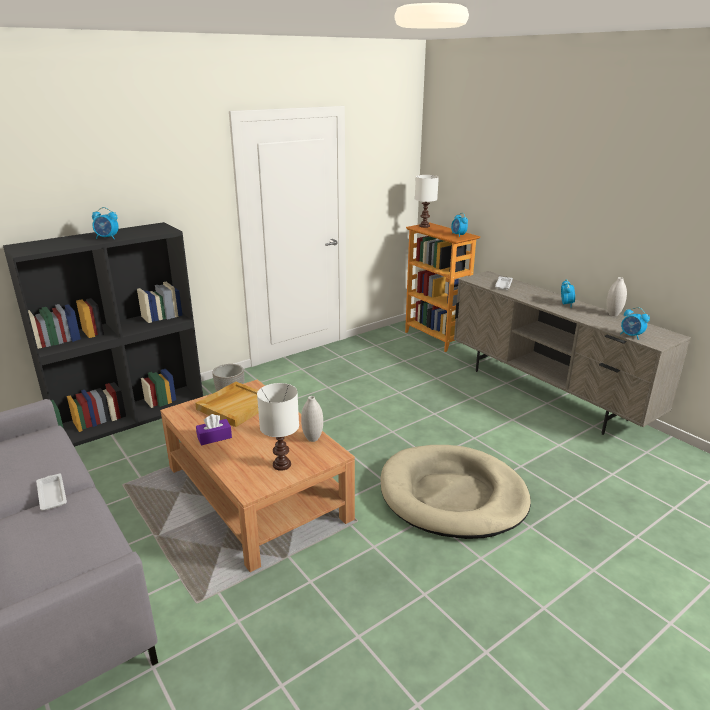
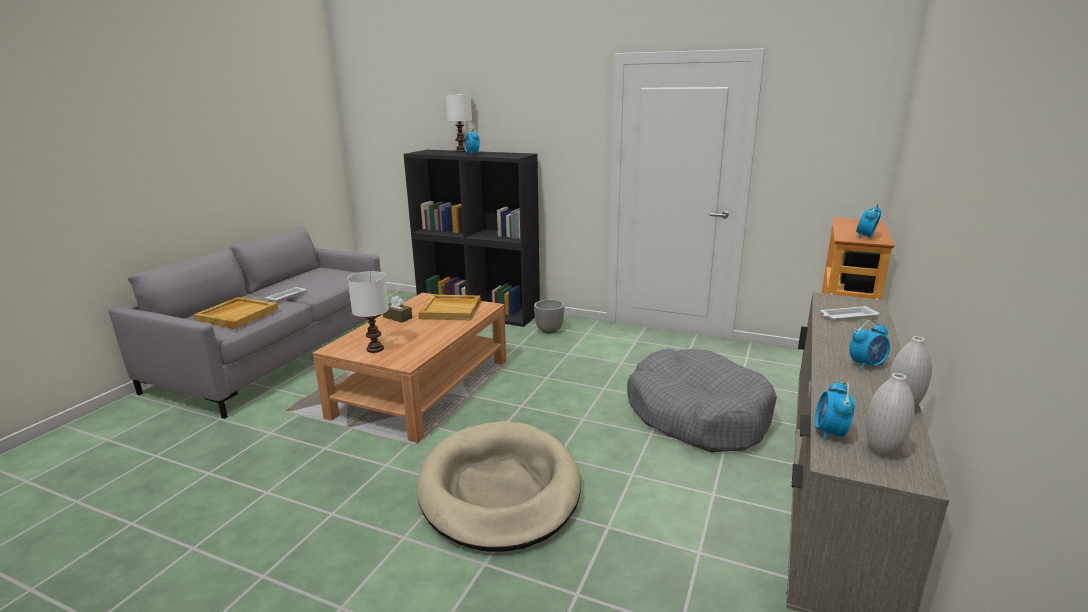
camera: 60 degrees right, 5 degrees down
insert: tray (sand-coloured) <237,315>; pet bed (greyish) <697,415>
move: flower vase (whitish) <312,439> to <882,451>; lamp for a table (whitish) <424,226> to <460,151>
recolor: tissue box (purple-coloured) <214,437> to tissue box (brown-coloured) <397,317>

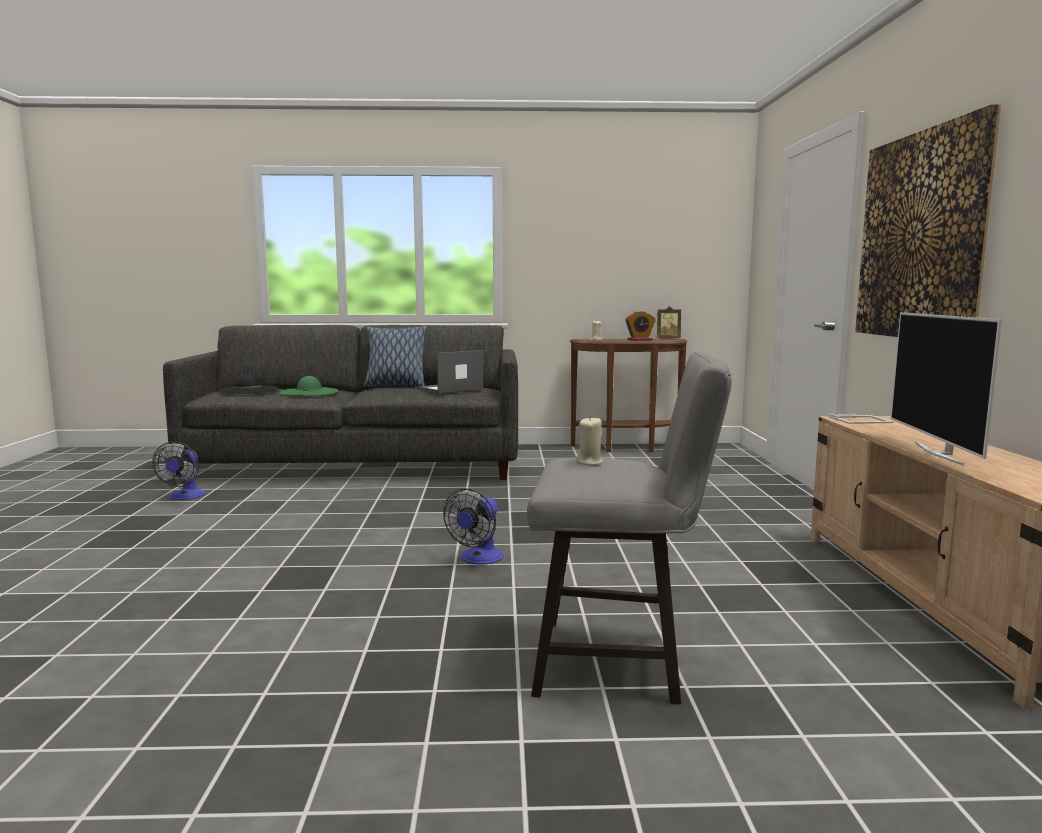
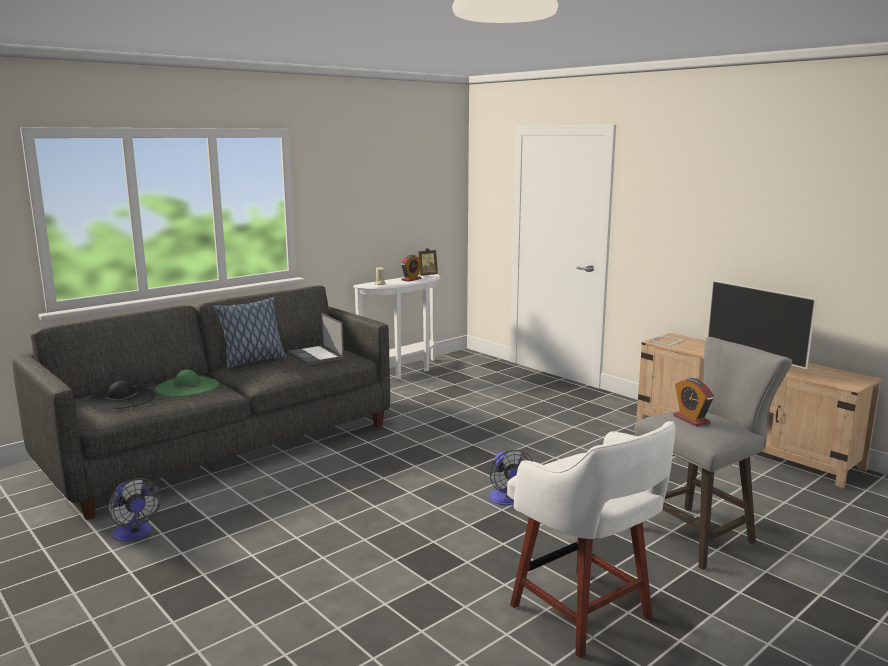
camera: 40 degrees left, 5 degrees up
delete: picture <920,236>
insert: stool seat (whitish) <584,614>
replace: wax candle (sand-coloured) <589,462> to alarm clock <691,419>
recolor: hall table (brown-coloured) <628,448> to hall table (whitish) <405,371>
rotate: laptop <449,389> = <316,356> 45 degrees counterclockwise

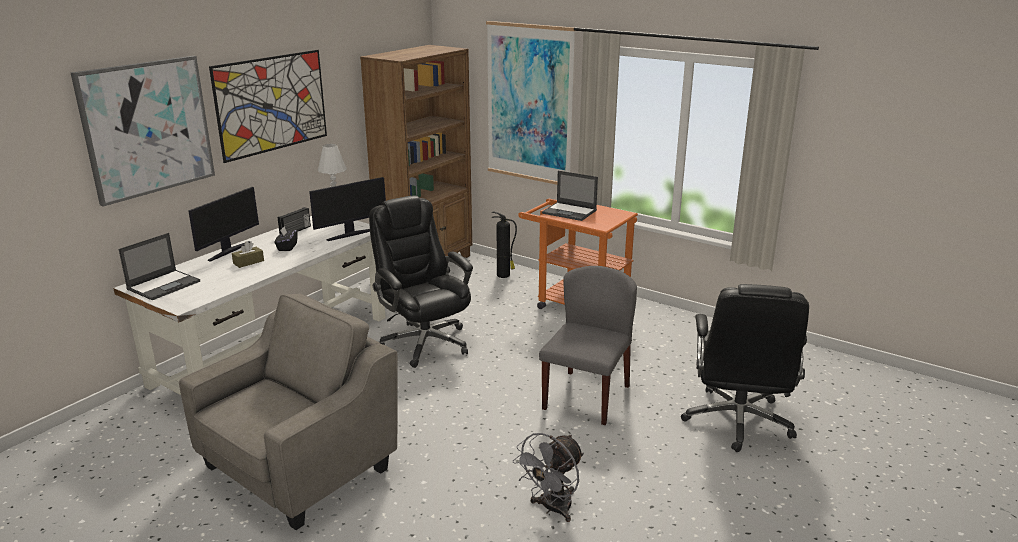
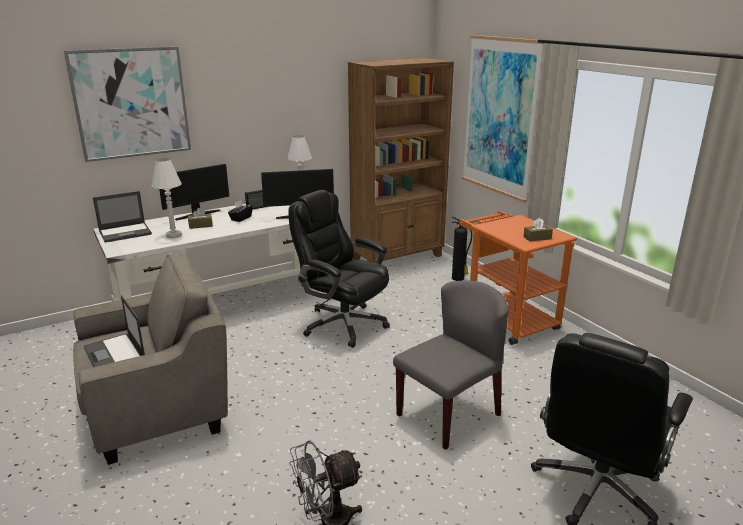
camera: 25 degrees right, 0 degrees up
delete: picture <272,104>
insert: lamp for a table (whitish) <173,235>; tissue box (brown-coloured) <537,238>
move: laptop <570,212> to <115,353>
rotate: computer chair (black) <424,342> = <342,324> 45 degrees counterclockwise

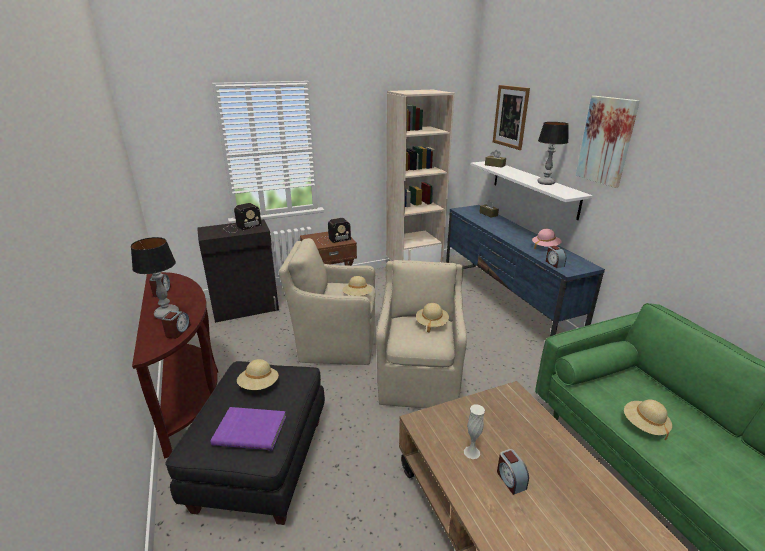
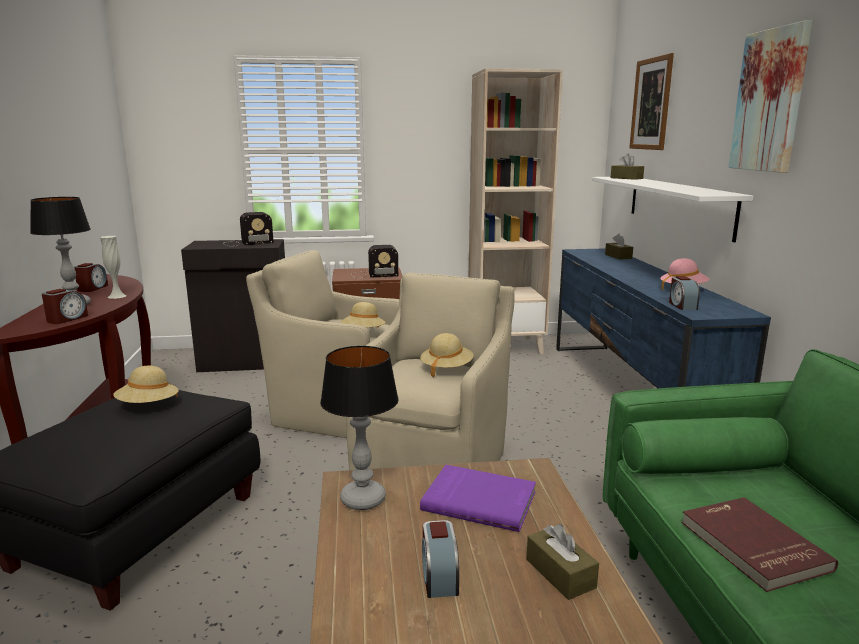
camera: 15 degrees right, 10 degrees down
insert: tissue box (brown-coloured) <560,573>
move: volume (purple-coloured) <250,429> to <479,500>; flower vase (whitish) <471,452> to <117,296>; lamp for a table <545,183> to <362,499>
replace: clothing hat (sand-coloured) <644,425> to volume (red) <752,546>

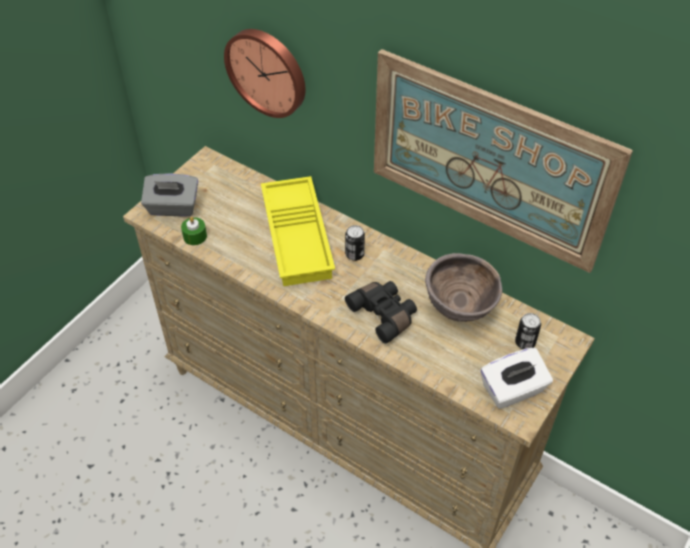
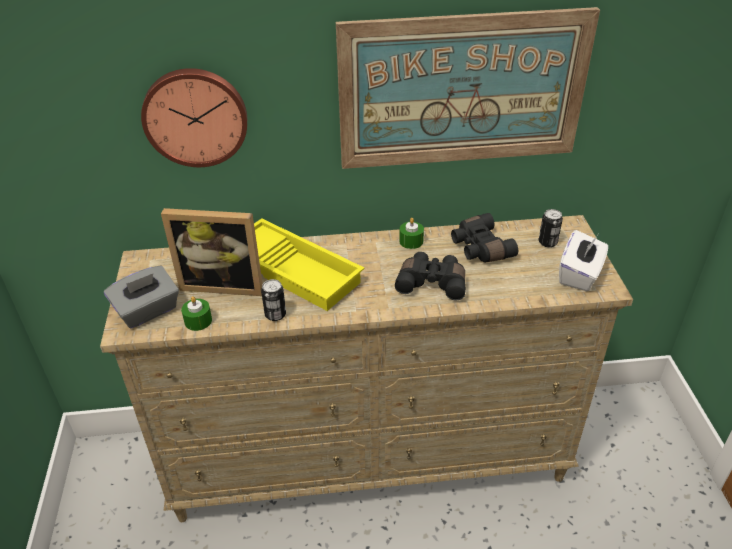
camera: 40 degrees left, 10 degrees down
insert: picture frame <224,283>; wax candle (green) <411,241>
move: sealed can <354,254> to <275,315>
replace: deep dish (brown-coloured) <459,309> to field glasses (black) <479,248>

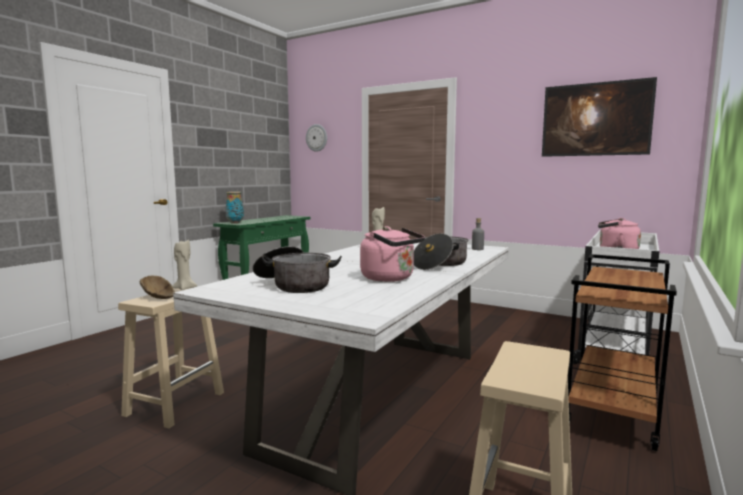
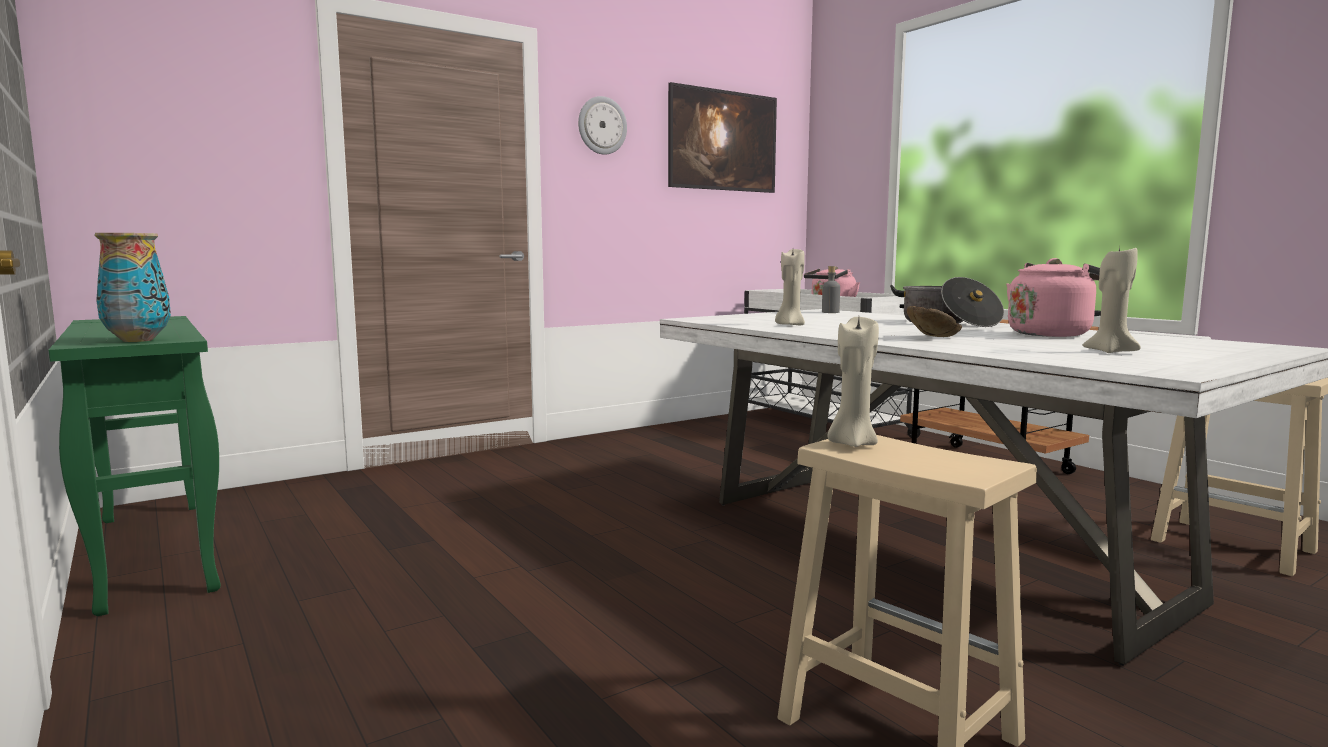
camera: 65 degrees left, 0 degrees up
move: deep dish (brown-coloured) <158,297> to <935,337>; wall clock <317,138> to <602,125>
replace: saucepot <294,285> to wax candle (sand-coloured) <1110,351>

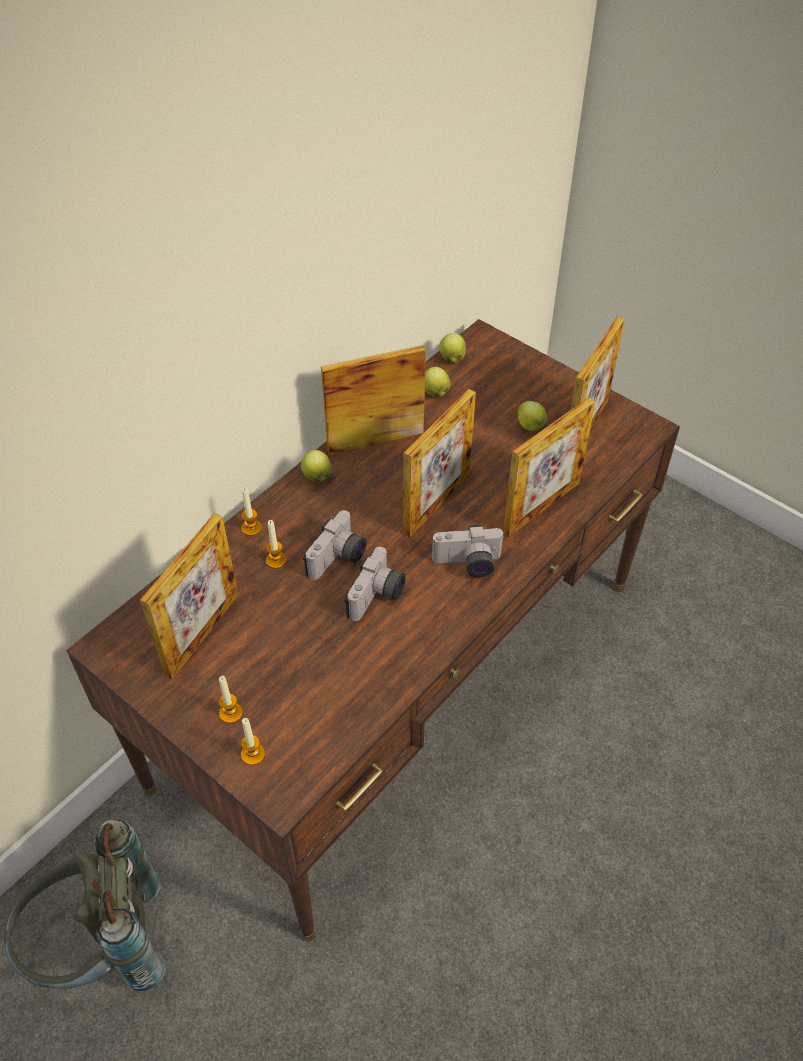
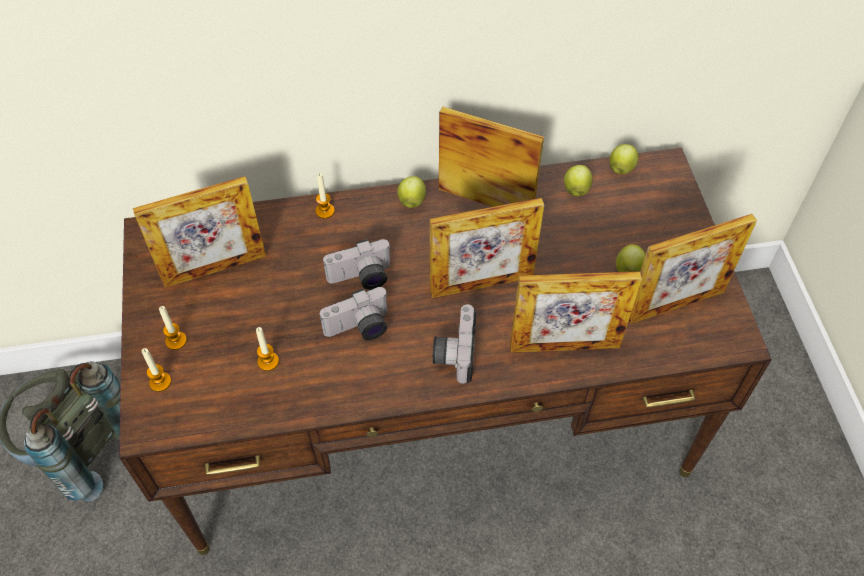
camera: 40 degrees right, 5 degrees up
move: wax candle <276,560> to <268,361>
rotate: photo camera <468,564> = <454,352> 60 degrees clockwise

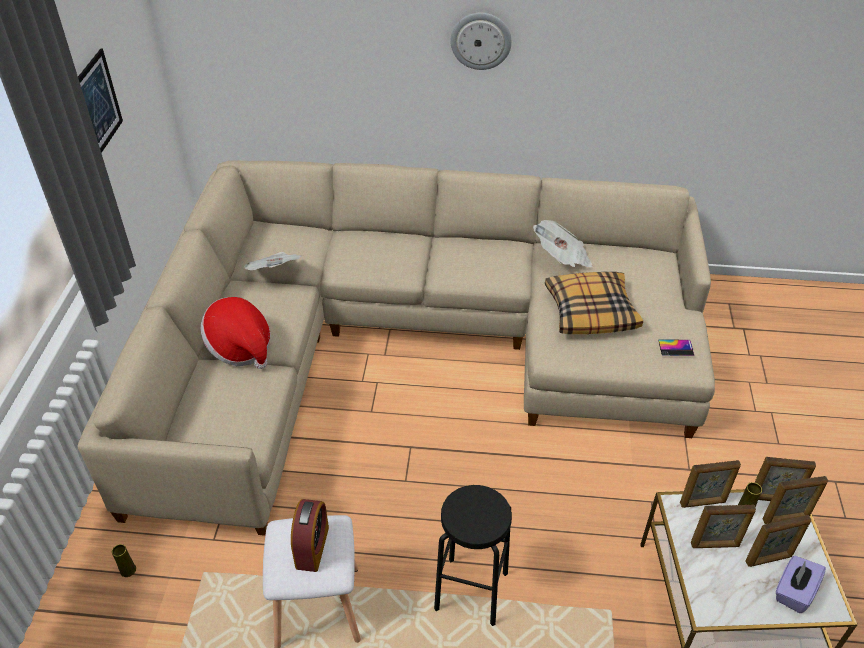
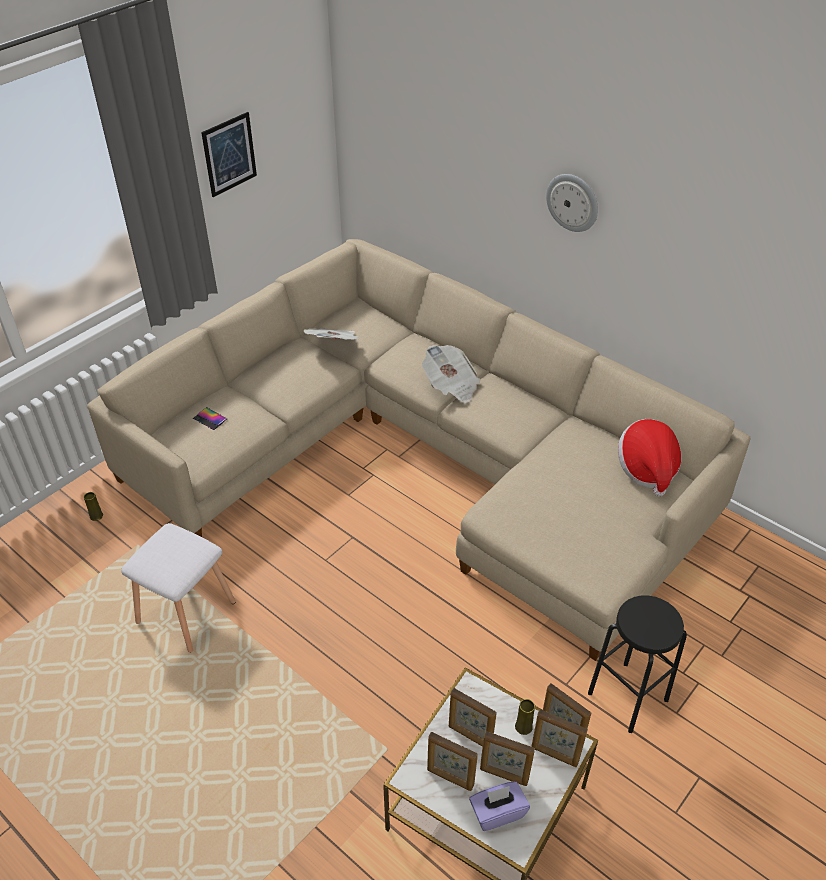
camera: 35 degrees right, 0 degrees up
delete: alarm clock <312,547>; pillow <590,311>
move: clothing hat <240,347> to <646,469>; stool seat (black) <471,591> to <628,697>; daily paper <562,258> to <451,385>; handset <676,348> to <210,419>; picture frame <703,503> to <450,778>

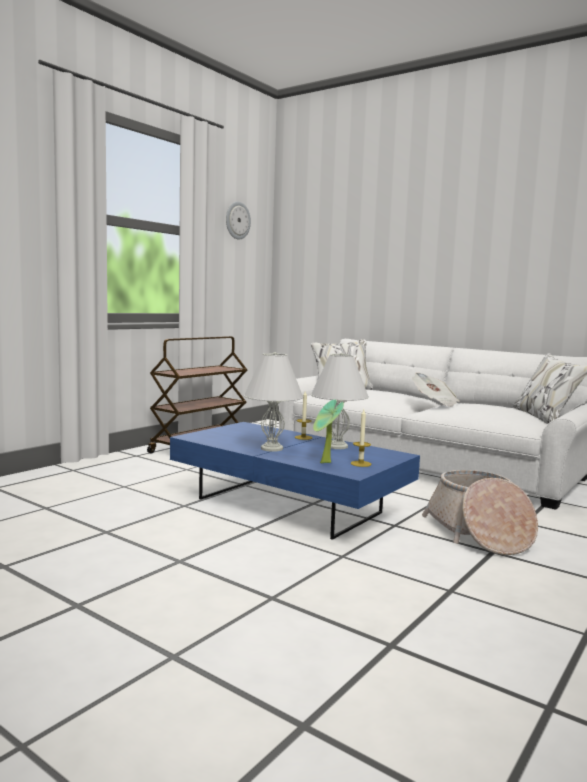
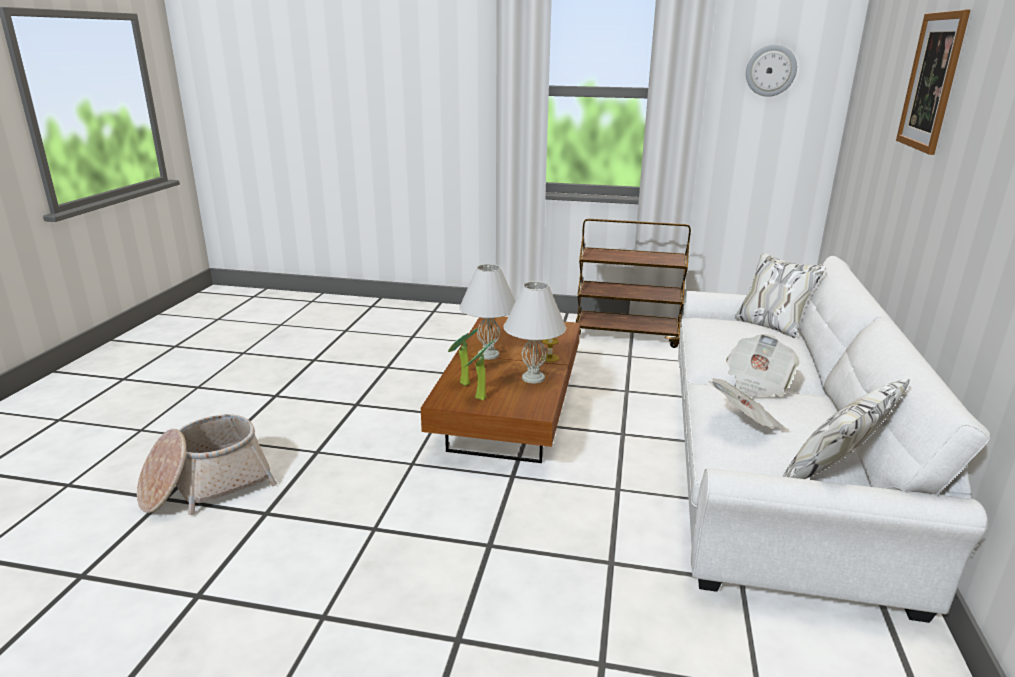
camera: 65 degrees right, 15 degrees up
insert: daily paper <745,423>; picture <931,82>
move: basket <479,533> to <206,485>
replace: wax candle <360,464> to potted plant <478,399>
recolor: lounge table (blue) <289,505> to lounge table (brown-coloured) <511,414>

